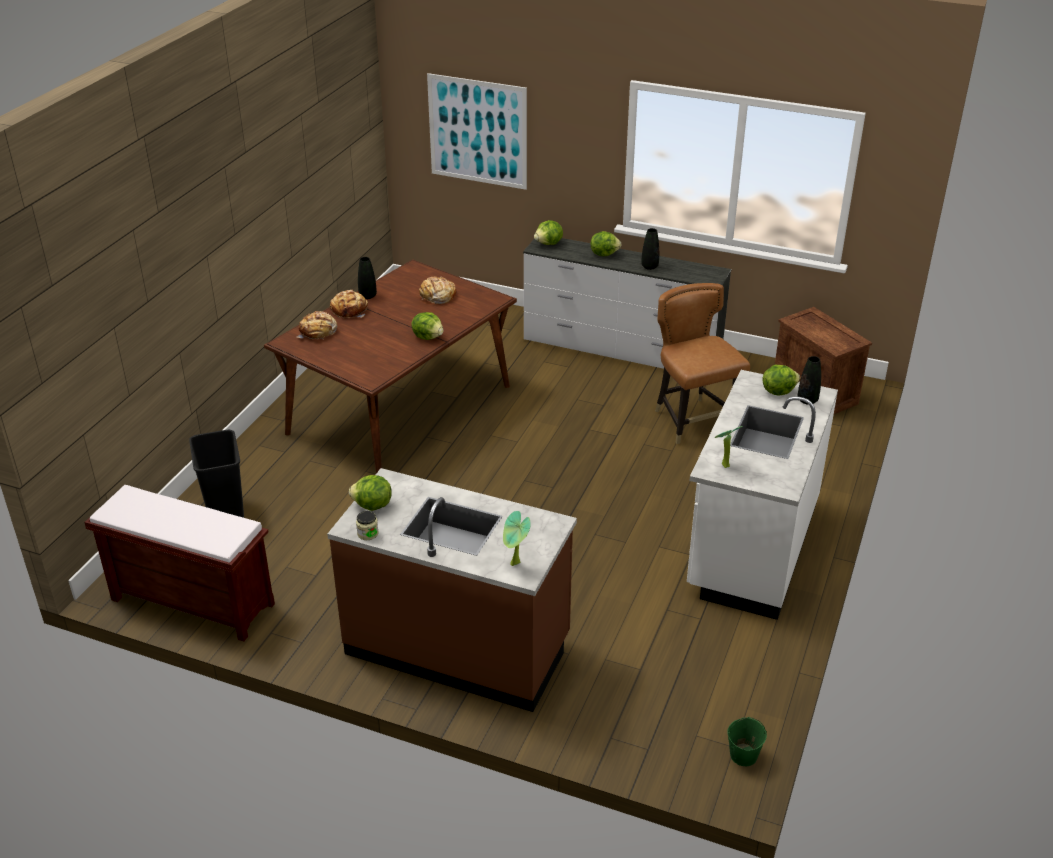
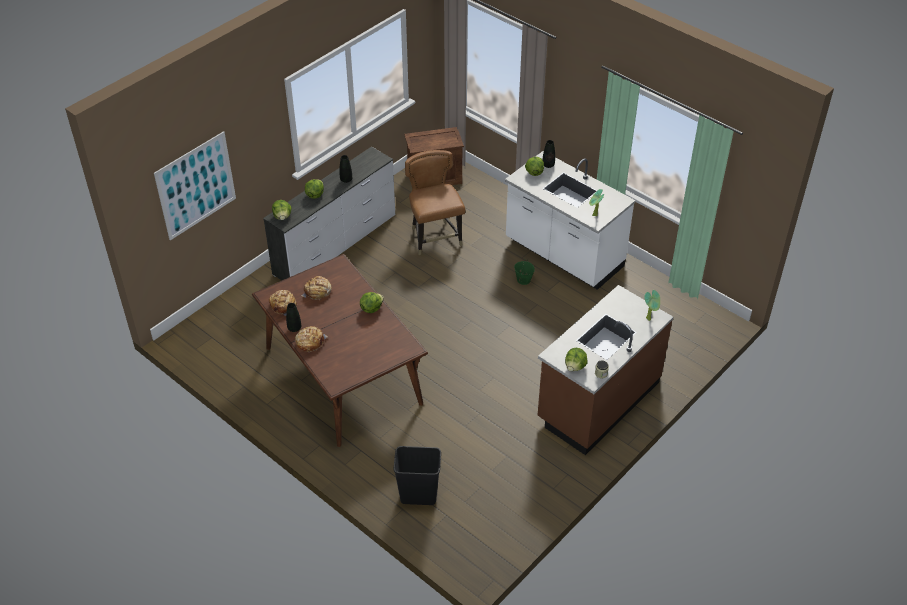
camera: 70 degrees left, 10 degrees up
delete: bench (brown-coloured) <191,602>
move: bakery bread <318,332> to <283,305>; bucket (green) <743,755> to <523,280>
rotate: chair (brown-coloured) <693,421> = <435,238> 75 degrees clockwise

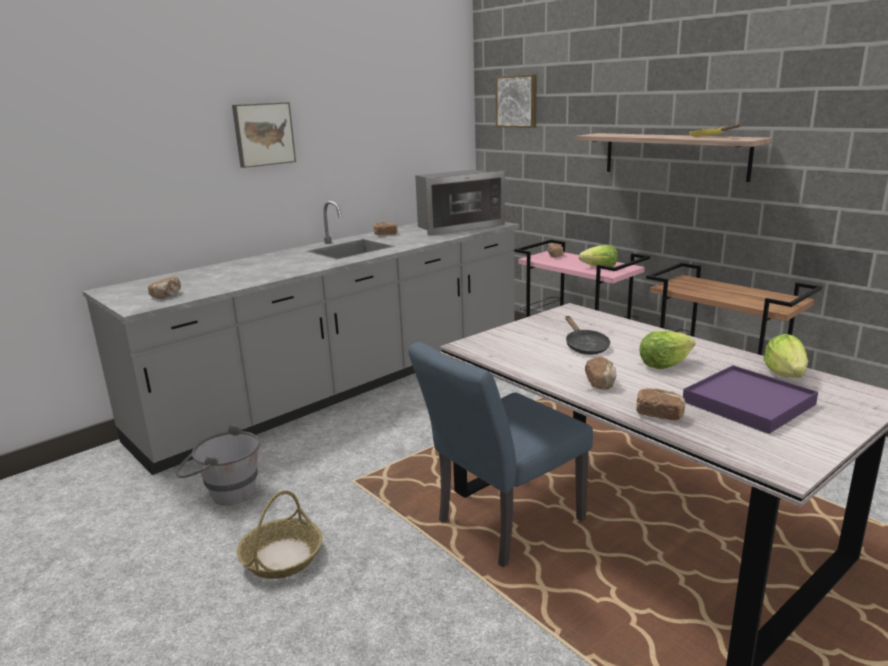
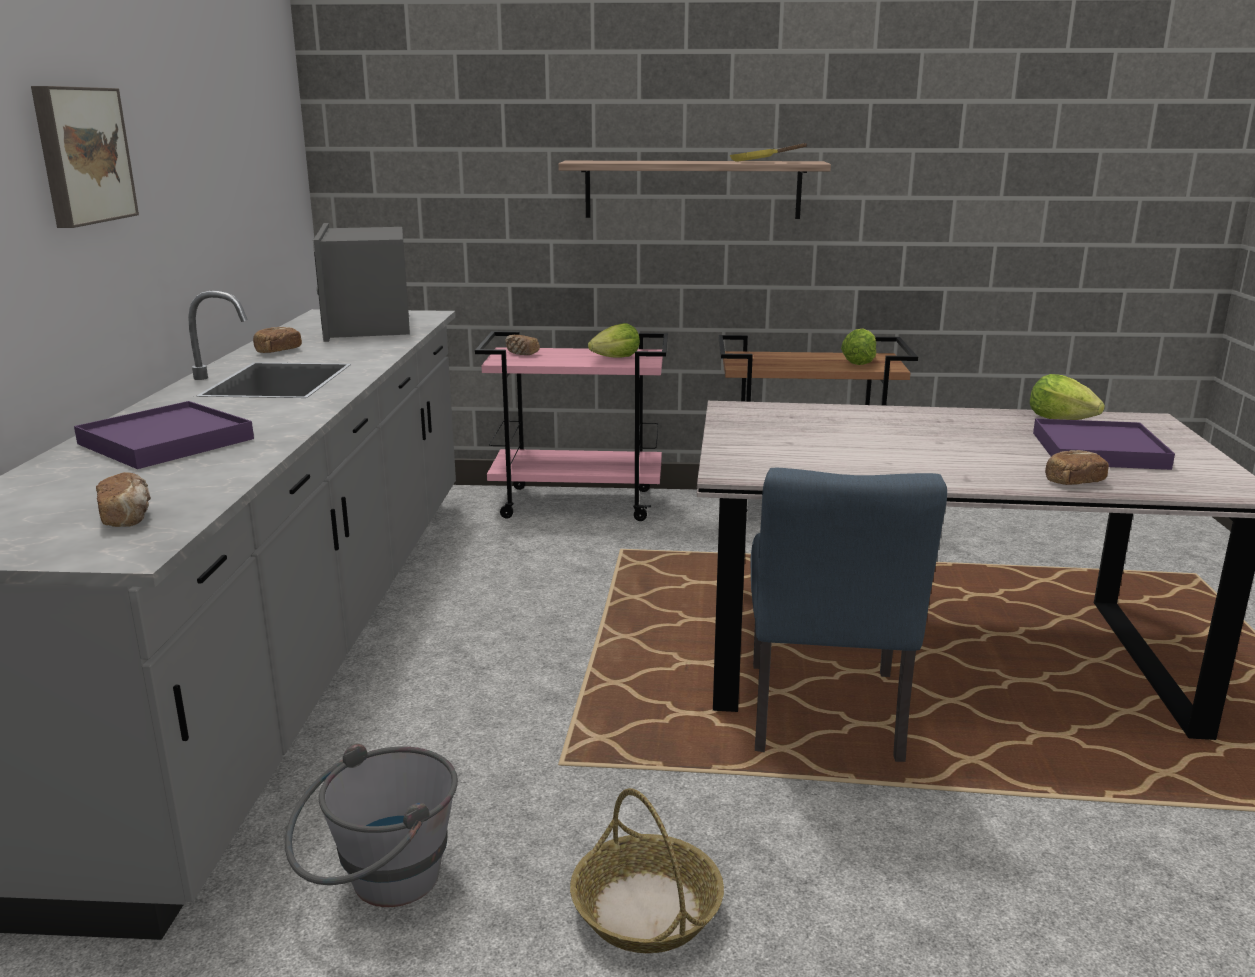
camera: 45 degrees left, 0 degrees up
delete: picture <517,101>; pan (black) <585,346>; bakery bread <601,383>
insert: tray (purple-coloured) <166,441>
move: head of lettuce <664,365> to <859,362>
rotate: microwave <457,226> = <367,324> 150 degrees clockwise

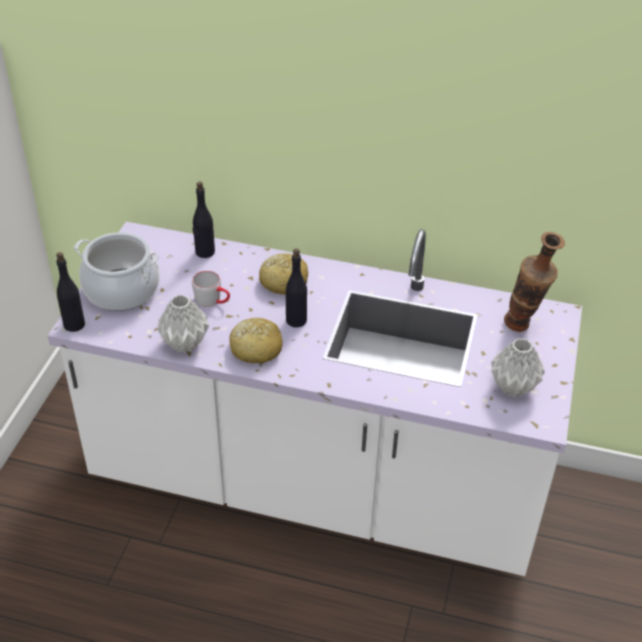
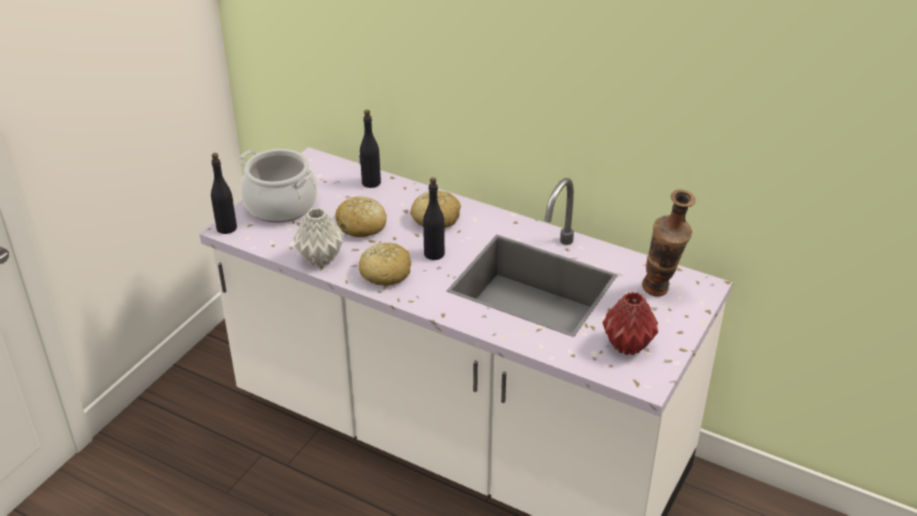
camera: 15 degrees right, 5 degrees down
replace: mug (greyish) <213,301> to bakery bread <361,226>
recolor: flower vase (greyish) <513,387> to flower vase (red) <627,345>

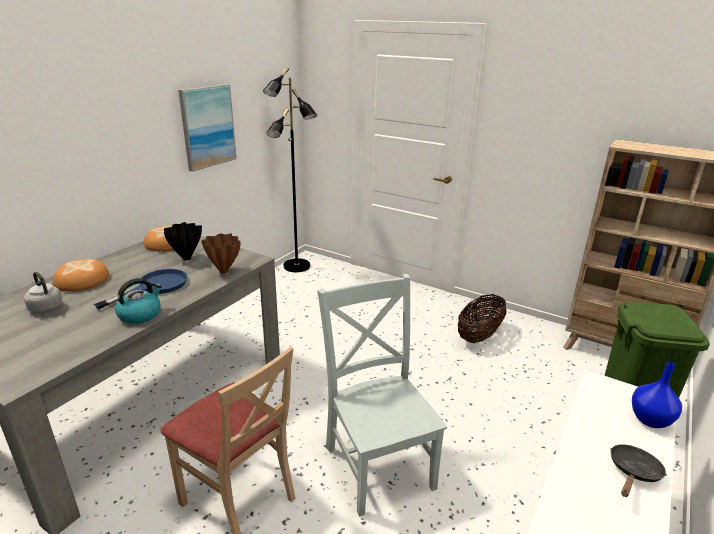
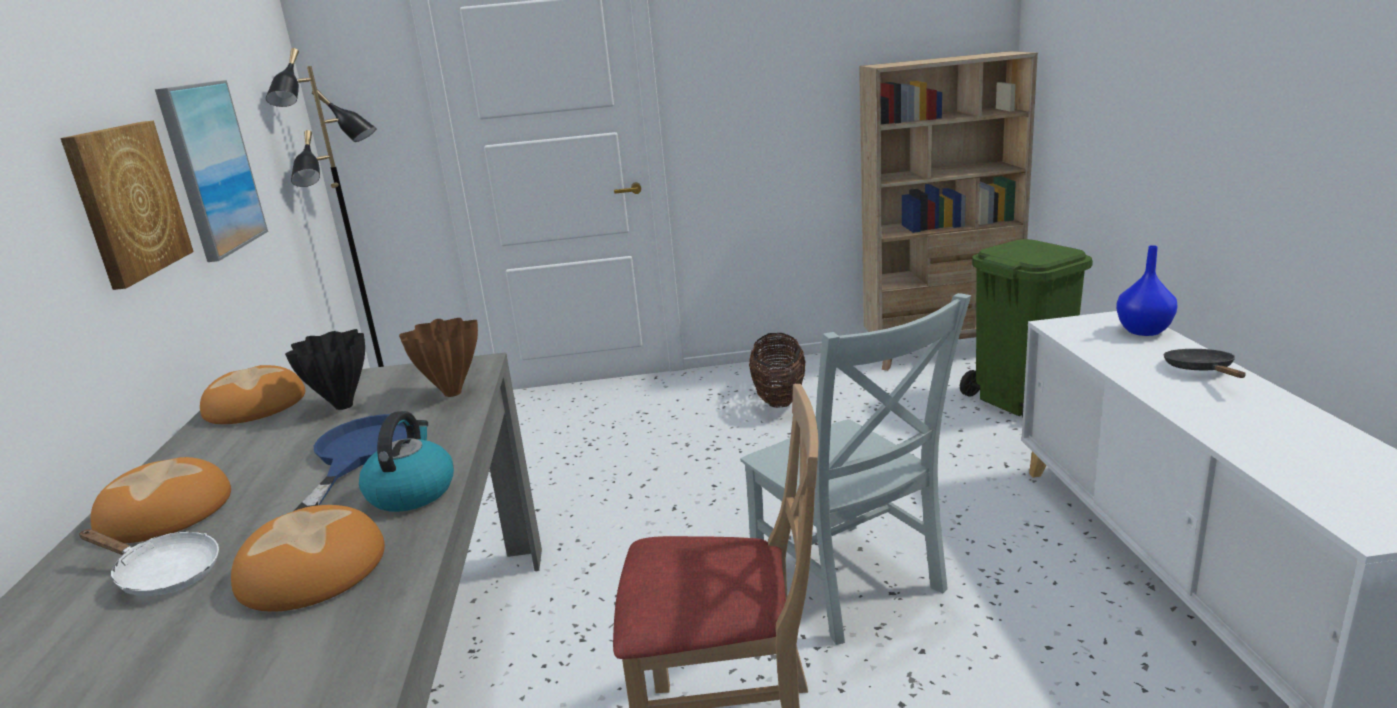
camera: 35 degrees left, 5 degrees down
insert: picture <127,201>; bakery bread <312,569>
replace: kettle (greyish) <45,307> to pan (whitish) <163,574>
rotate: chair (greyish) <378,463> = <850,583> 150 degrees counterclockwise

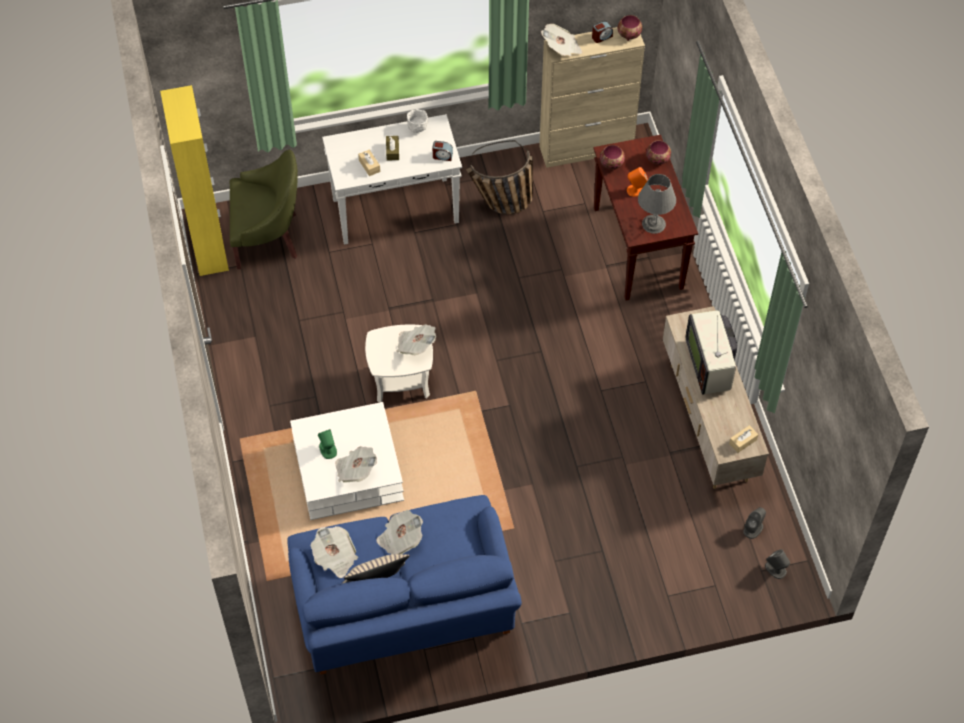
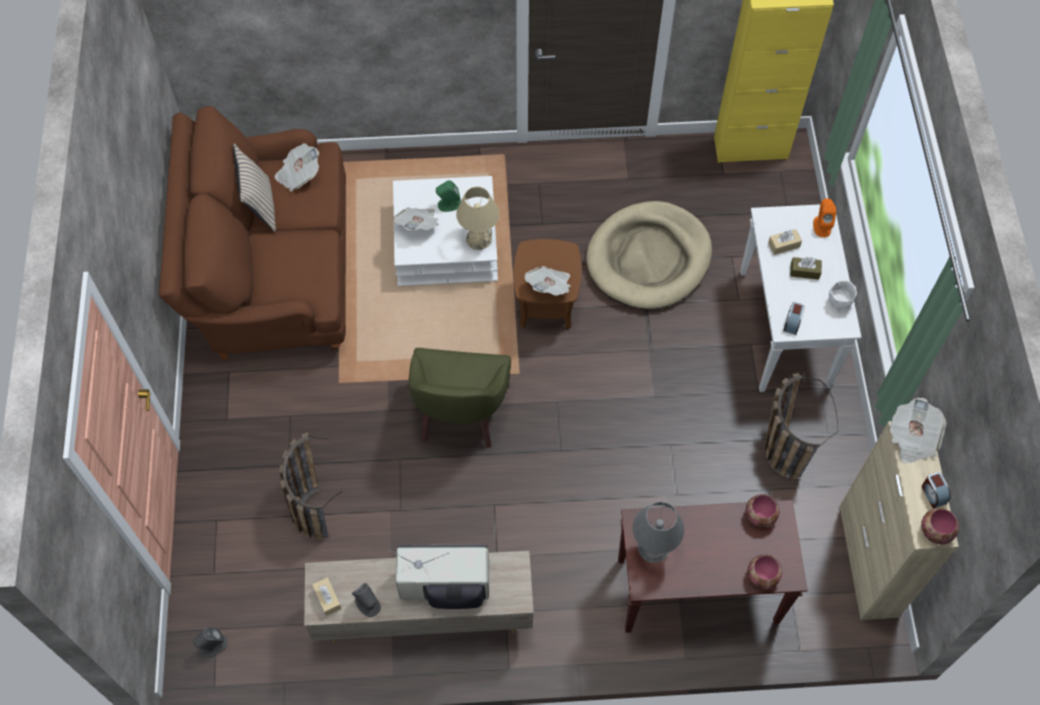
camera: 100 degrees right, 5 degrees up
delete: daily paper <400,539>
insert: basket <312,503>; lamp for a table (sand-coloured) <479,238>; pet bed (sand-coloured) <648,258>
move: lounge chair (green) <268,237> to <460,414>; audio speaker (orange-coloured) <637,190> to <822,226>; audio speaker (greyish) <753,528> to <368,604>
recolor: couch (blue) <405,613> to couch (brown-coloured) <272,271>; side table (whitish) <401,381> to side table (brown-coloured) <546,303>

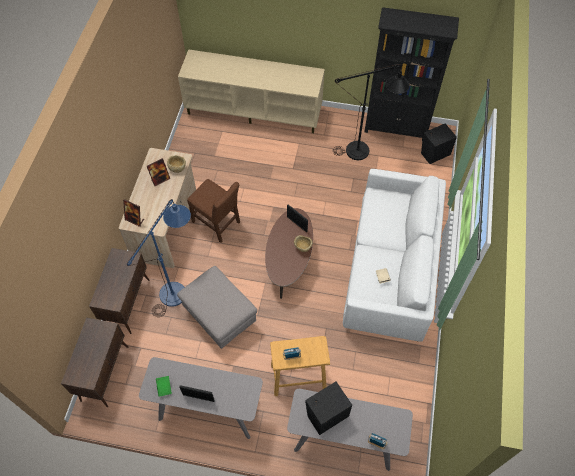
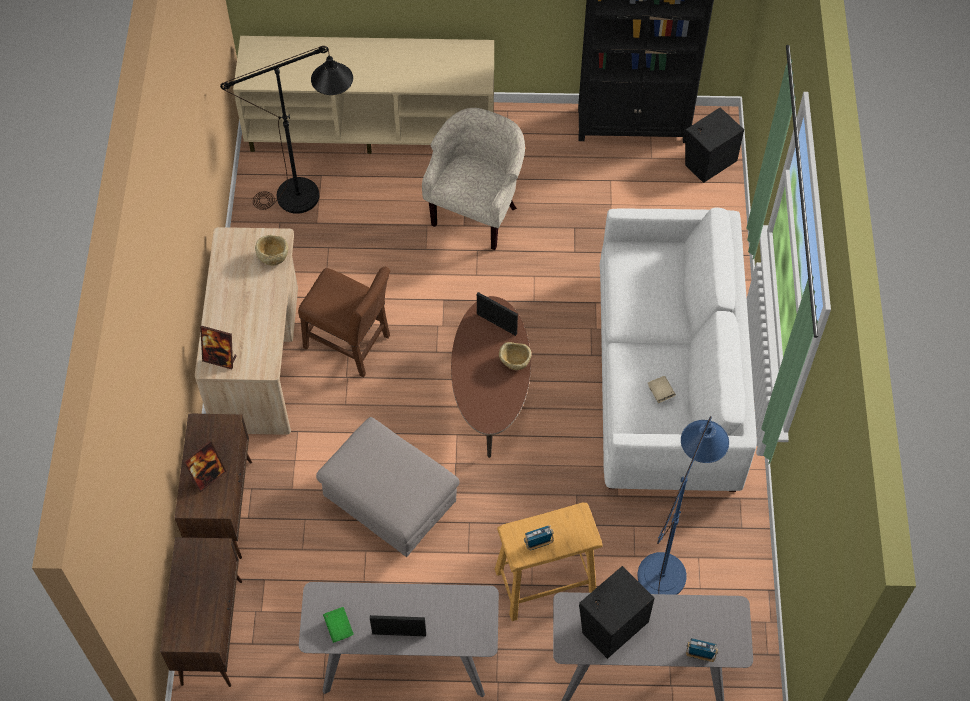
camera: 10 degrees left, 0 degrees up
insert: lounge chair (sand-coloured) <477,213>
move: standard lamp (blue) <178,288> to <667,564>; picture frame <160,179> to <208,476>; standard lamp (black) <364,151> to <310,194>

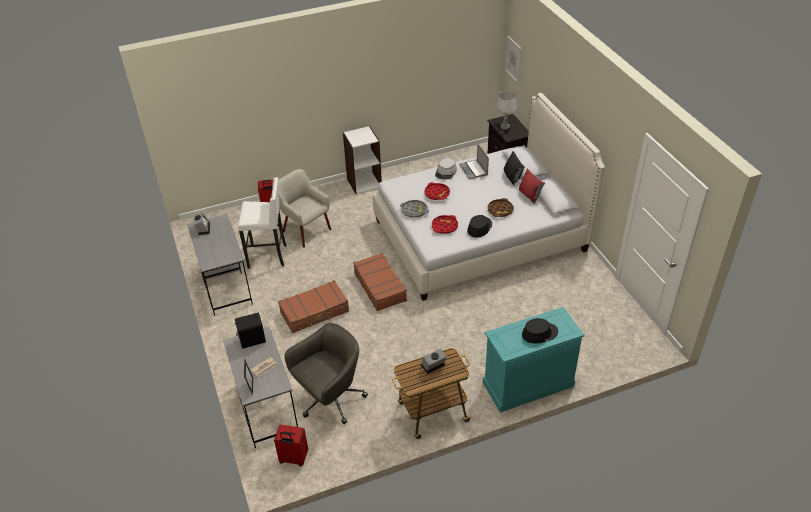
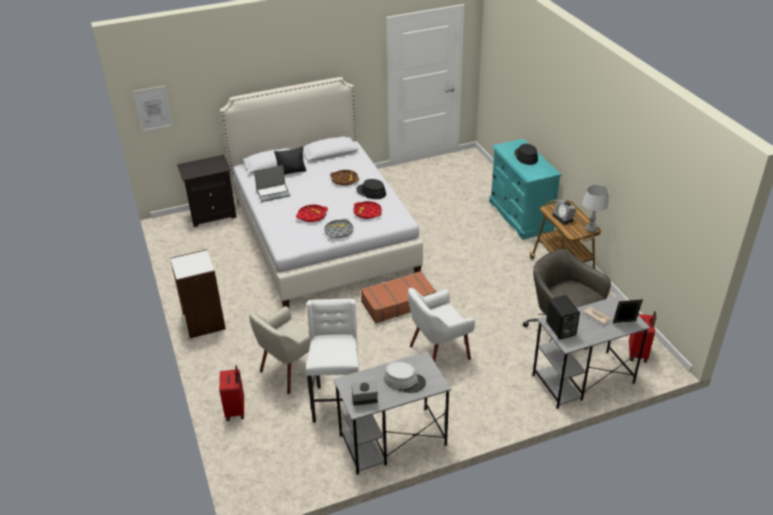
camera: 90 degrees left, 5 degrees down
delete: pillow (red) <530,195>
move: clothing hat (greyish) <446,172> to <404,381>; lamp for a table (greyish) <505,127> to <591,229>
replace: suitcase (brown-coloured) <315,312> to lounge chair (whitish) <438,352>

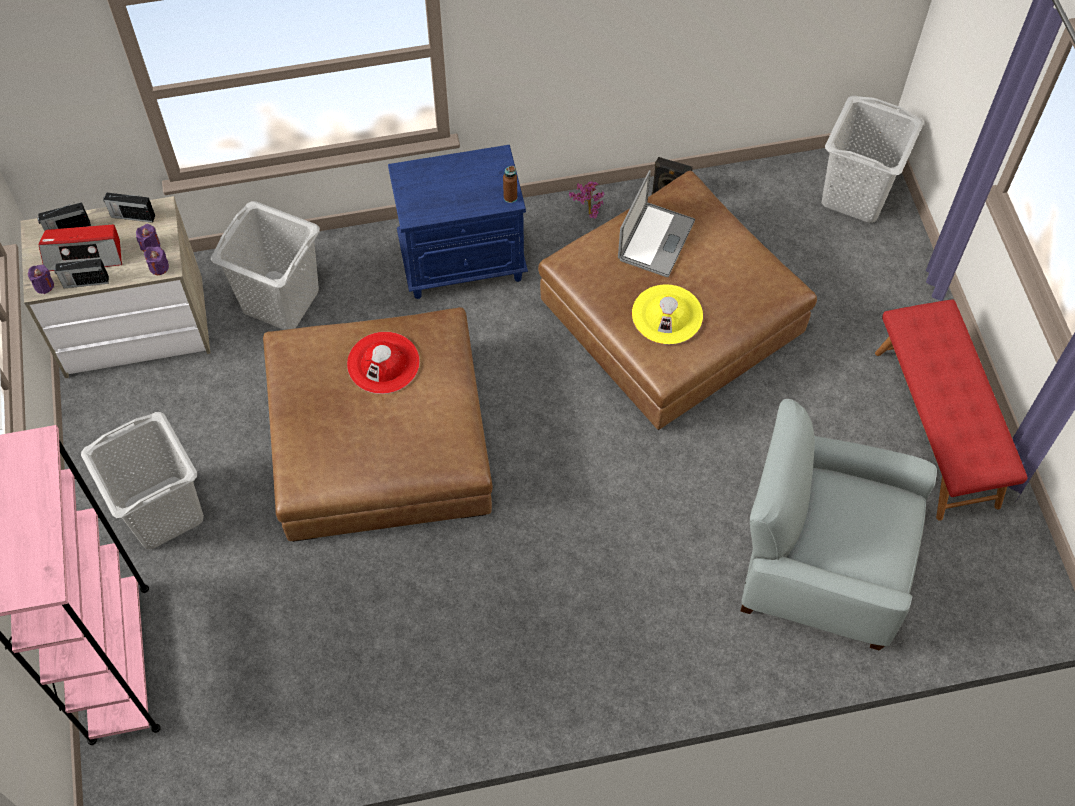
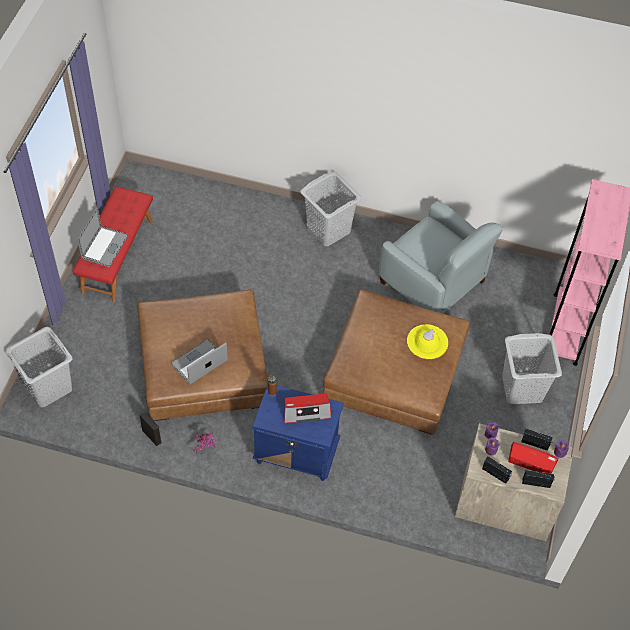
camera: 155 degrees left, 5 degrees down
delete: clothing hat (red) <383,363>
insert: laptop <104,246>; radio receiver <306,411>
move: washing basket (greyish) <281,301> to <328,229>; clothing hat (yellow) <667,314> to <427,342>; lounge chair (greyish) <821,564> to <433,283>

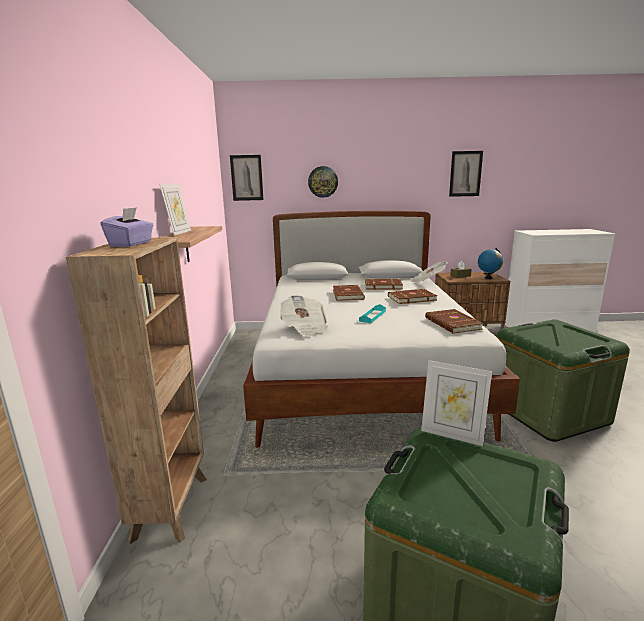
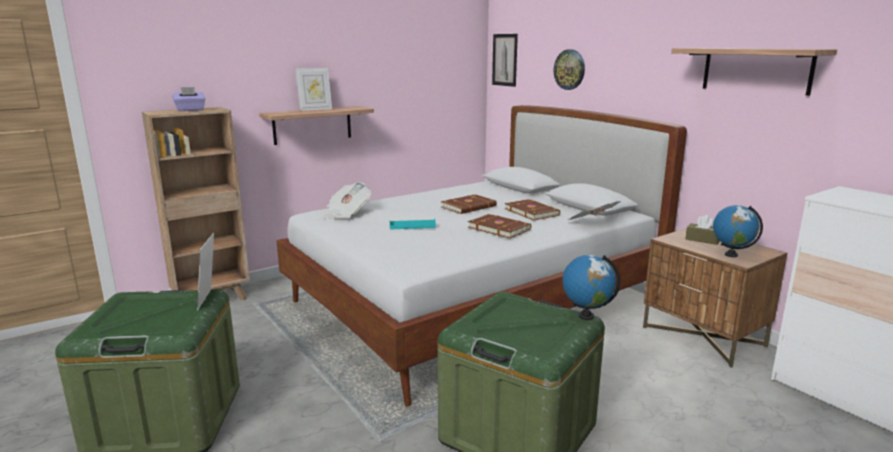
camera: 55 degrees right, 0 degrees up
delete: volume (brown-coloured) <452,324>
insert: desk globe <586,316>
replace: picture <465,174> to shelf <756,70>

